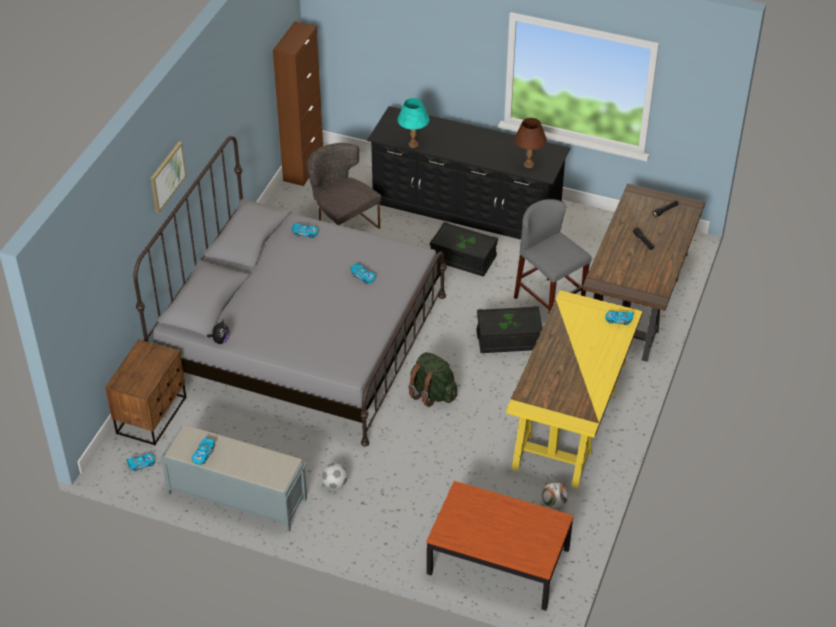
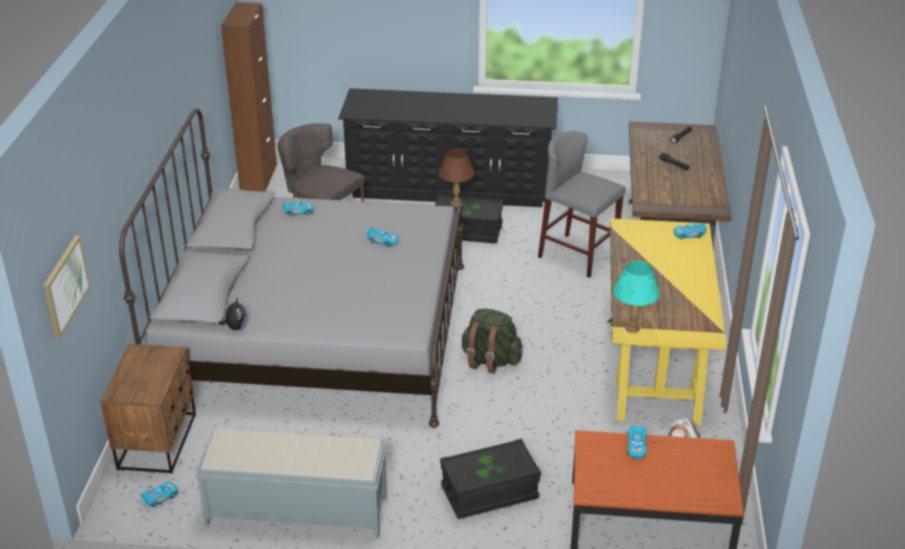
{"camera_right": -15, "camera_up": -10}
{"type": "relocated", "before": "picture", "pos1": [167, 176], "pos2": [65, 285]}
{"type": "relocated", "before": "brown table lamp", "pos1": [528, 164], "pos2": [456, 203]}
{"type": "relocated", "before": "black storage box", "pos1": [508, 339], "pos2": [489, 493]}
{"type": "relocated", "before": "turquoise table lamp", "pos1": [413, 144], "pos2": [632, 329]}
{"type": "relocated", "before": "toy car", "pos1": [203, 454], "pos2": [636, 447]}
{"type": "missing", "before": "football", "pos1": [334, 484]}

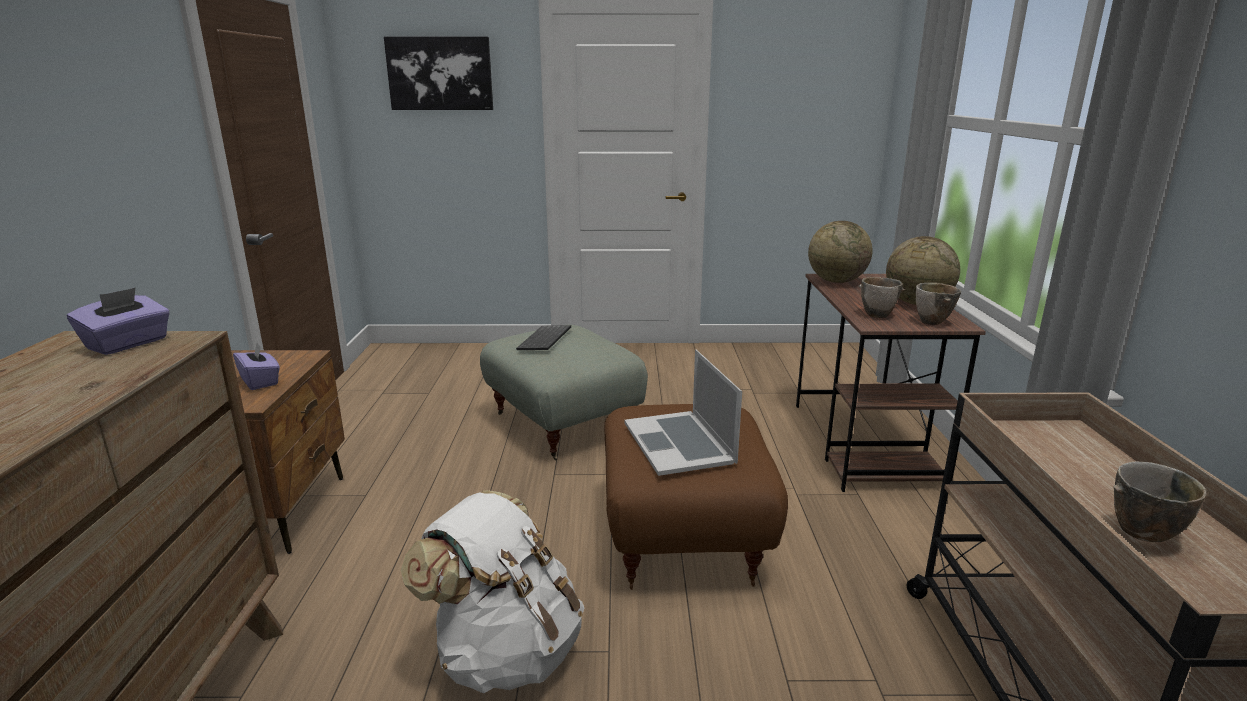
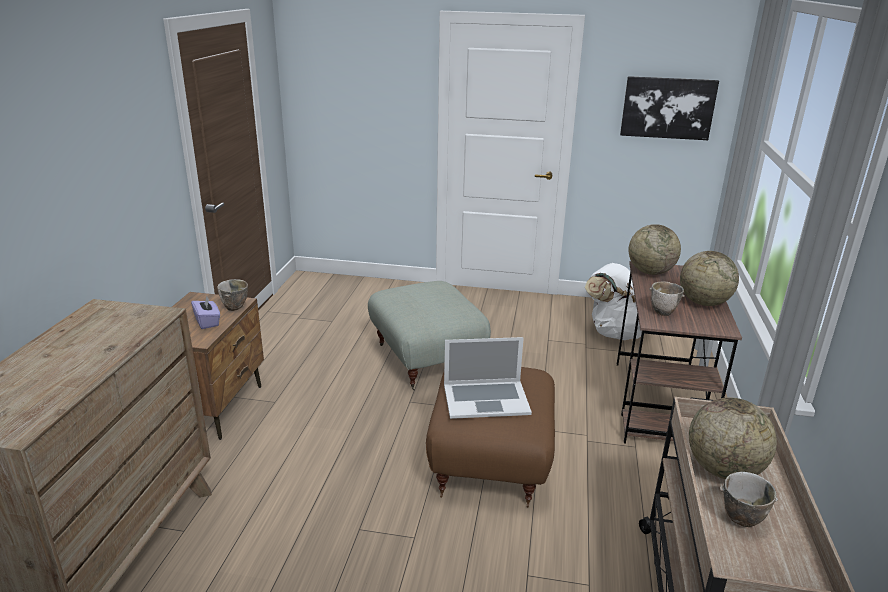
{"camera_right": 10, "camera_up": 5}
{"type": "relocated", "before": "bowl", "pos1": [932, 323], "pos2": [234, 308]}
{"type": "spun", "before": "laptop", "pos1": [679, 442], "pos2": [486, 399], "turn": -90}
{"type": "relocated", "before": "white backpack", "pos1": [505, 652], "pos2": [615, 332]}
{"type": "relocated", "before": "picture", "pos1": [440, 73], "pos2": [667, 108]}
{"type": "appeared", "after": "globe", "pos2": [723, 470]}
{"type": "missing", "before": "purple tissue box", "pos1": [128, 344]}
{"type": "missing", "before": "keyboard", "pos1": [546, 340]}

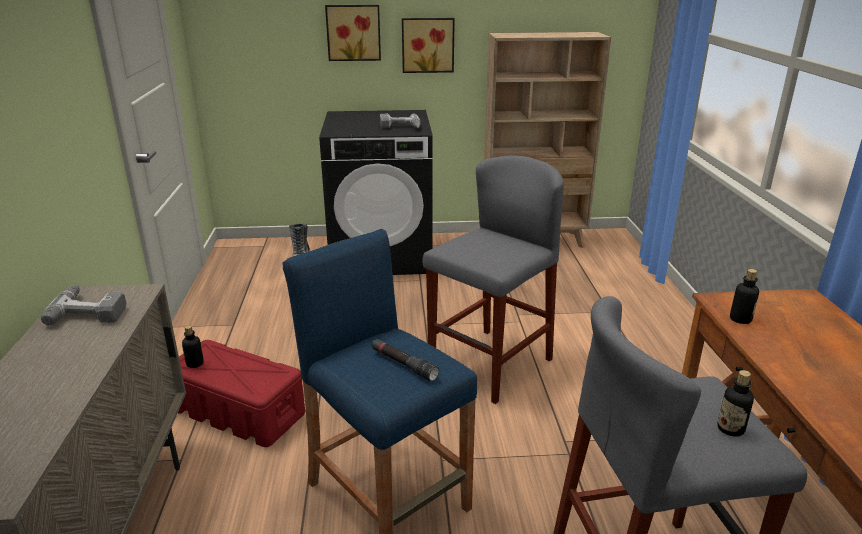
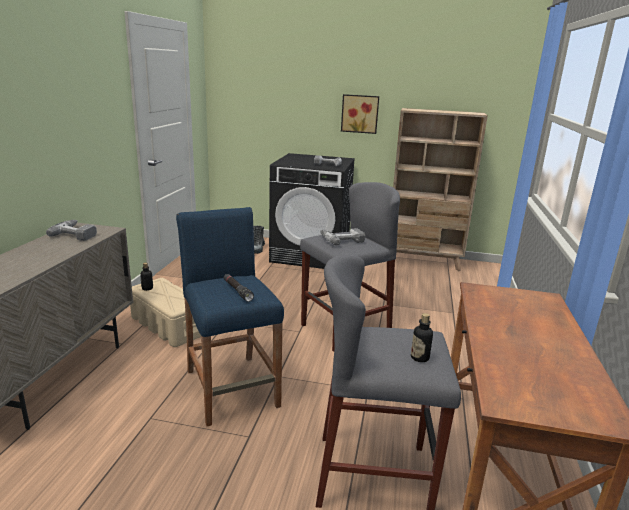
{"camera_right": 15, "camera_up": -5}
{"type": "colour", "before": "red storage box", "after": "beige storage box", "pos1": [237, 411], "pos2": [168, 325]}
{"type": "appeared", "after": "power drill", "pos2": [341, 239]}
{"type": "missing", "before": "picture", "pos1": [353, 32]}
{"type": "missing", "before": "bottle", "pos1": [740, 319]}

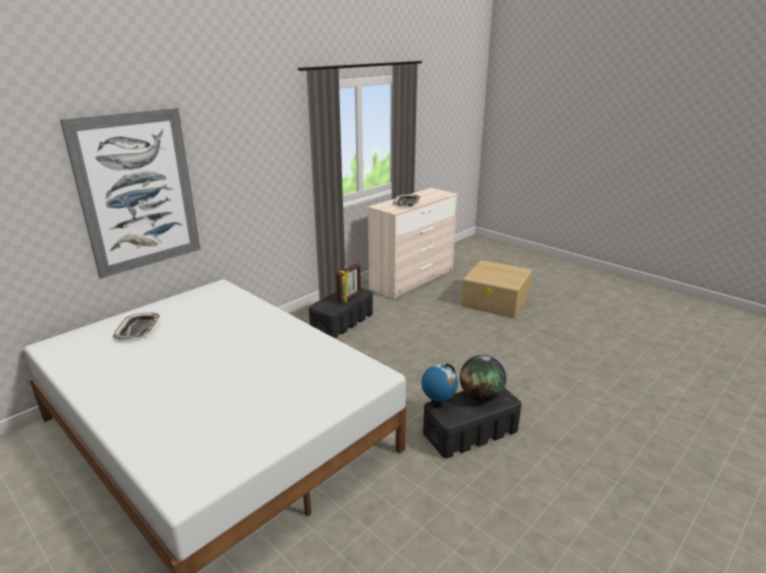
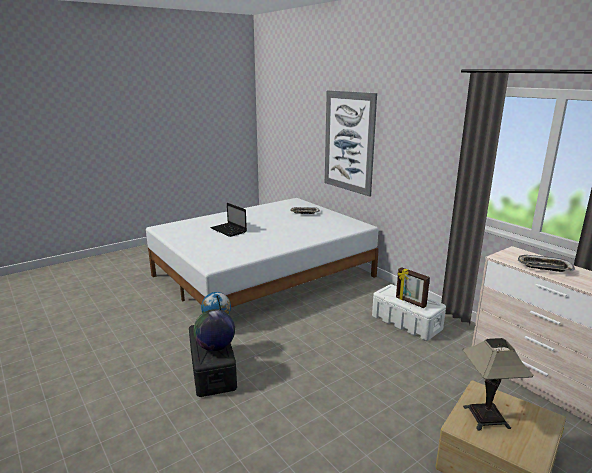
{"camera_right": 100, "camera_up": -5}
{"type": "appeared", "after": "laptop", "pos2": [229, 230]}
{"type": "colour", "before": "black storage box", "after": "white storage box", "pos1": [342, 322], "pos2": [406, 323]}
{"type": "appeared", "after": "table lamp", "pos2": [486, 417]}

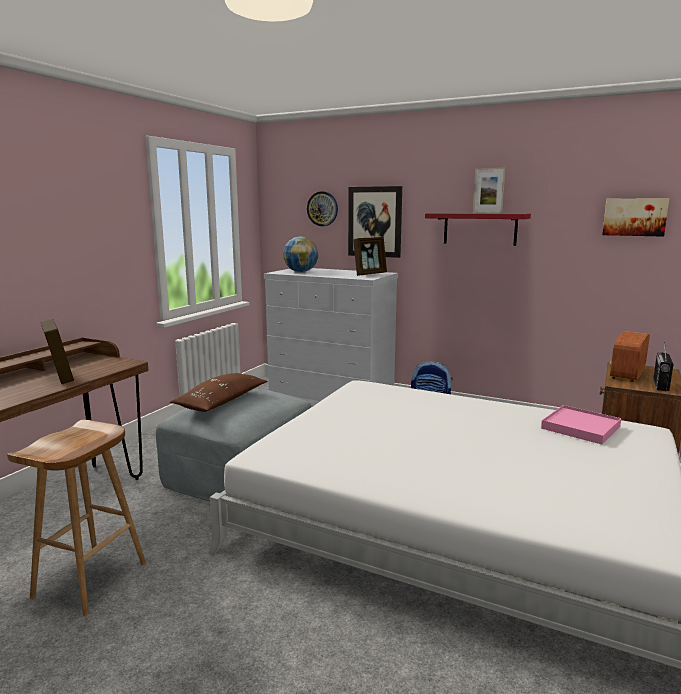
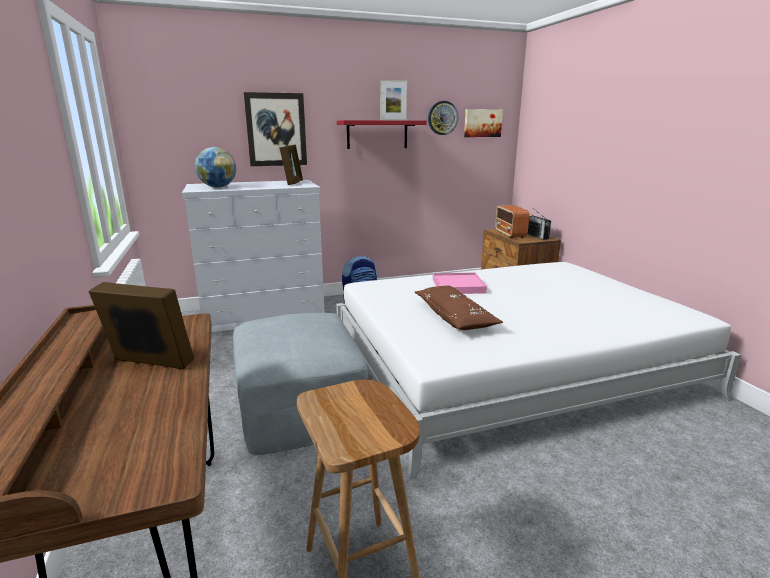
{"camera_right": -45, "camera_up": 5}
{"type": "relocated", "before": "brown pillow", "pos1": [221, 402], "pos2": [455, 317]}
{"type": "relocated", "before": "wall clock", "pos1": [322, 209], "pos2": [442, 118]}
{"type": "relocated", "before": "pink tray", "pos1": [580, 427], "pos2": [458, 286]}

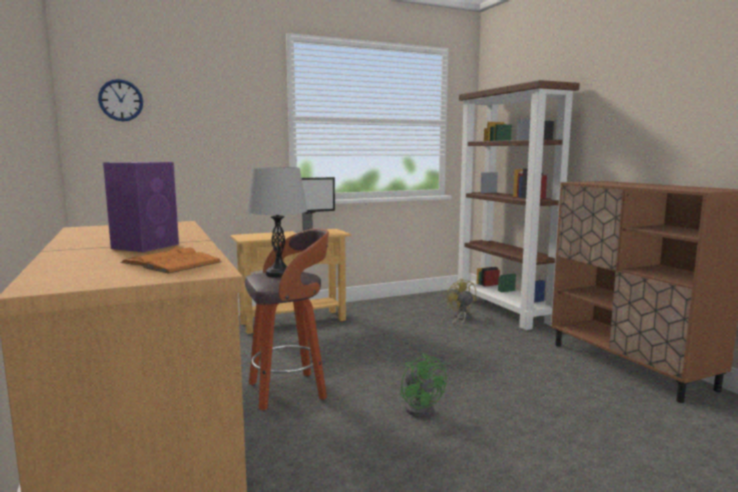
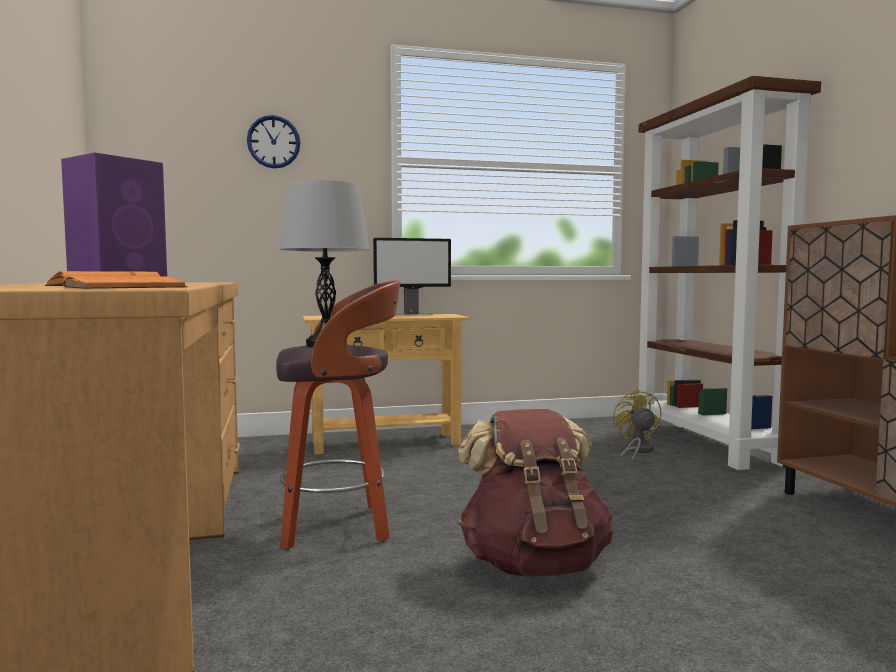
{"camera_right": 10, "camera_up": -5}
{"type": "relocated", "before": "wall clock", "pos1": [121, 100], "pos2": [273, 142]}
{"type": "exchanged", "before": "green fan", "after": "brown backpack", "pos1": [421, 407], "pos2": [533, 564]}

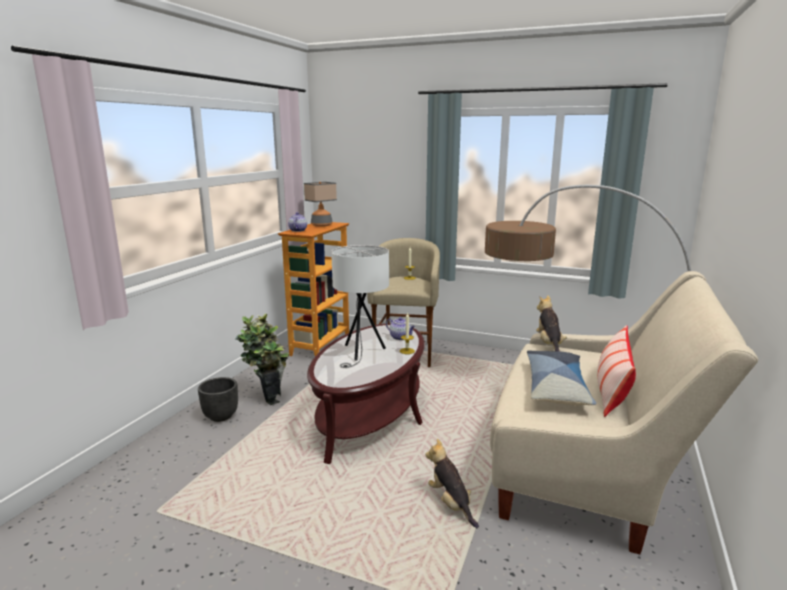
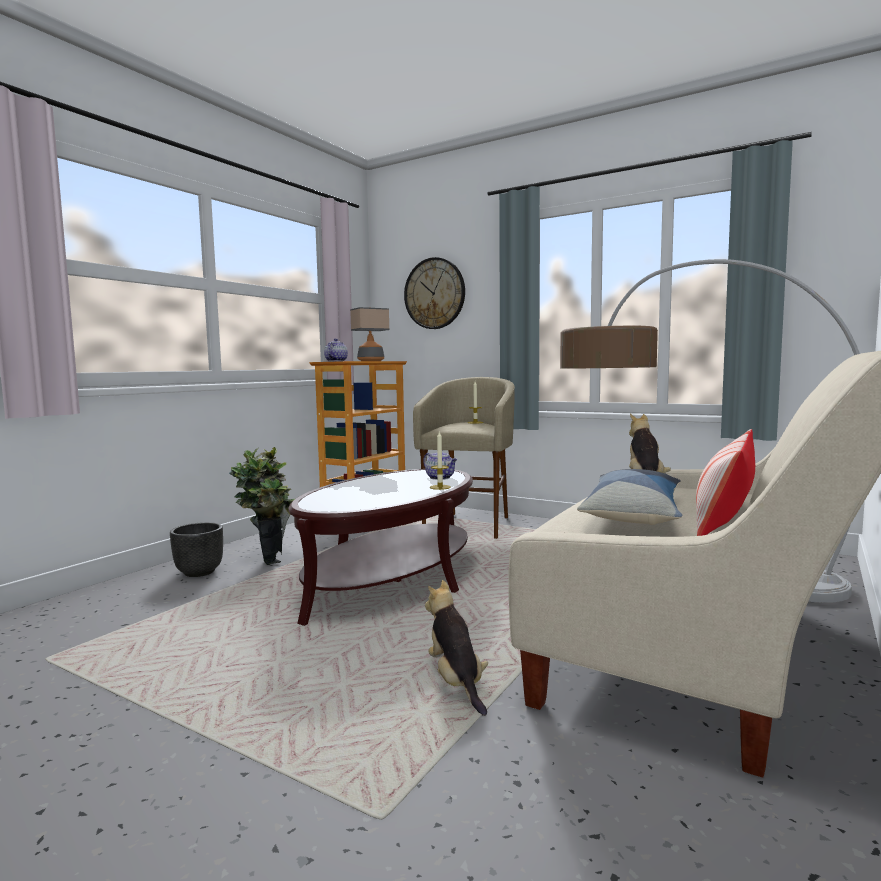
{"camera_right": 10, "camera_up": -10}
{"type": "appeared", "after": "wall clock", "pos2": [434, 293]}
{"type": "missing", "before": "white table lamp", "pos1": [360, 353]}

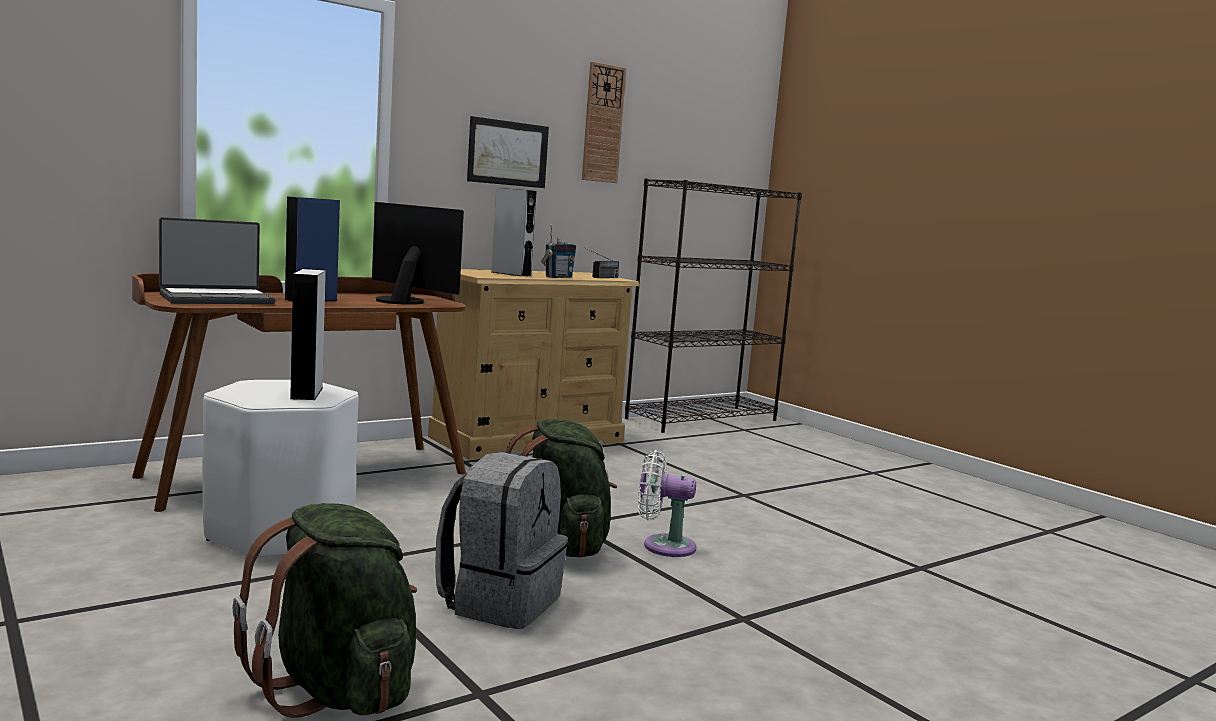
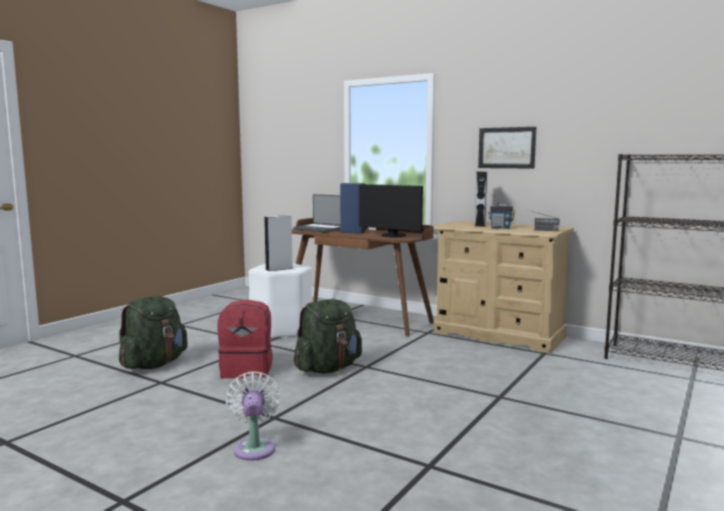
{"camera_right": 70, "camera_up": 0}
{"type": "colour", "before": "grey backpack", "after": "red backpack", "pos1": [500, 602], "pos2": [247, 370]}
{"type": "relocated", "before": "white fan", "pos1": [663, 546], "pos2": [254, 447]}
{"type": "spun", "before": "monitor", "pos1": [404, 301], "pos2": [392, 236], "turn": 105}
{"type": "missing", "before": "wall clock", "pos1": [603, 123]}

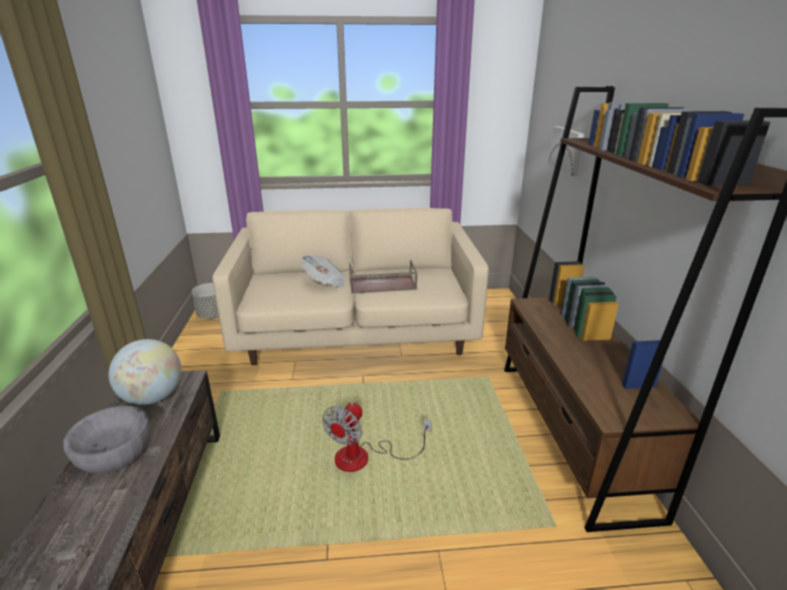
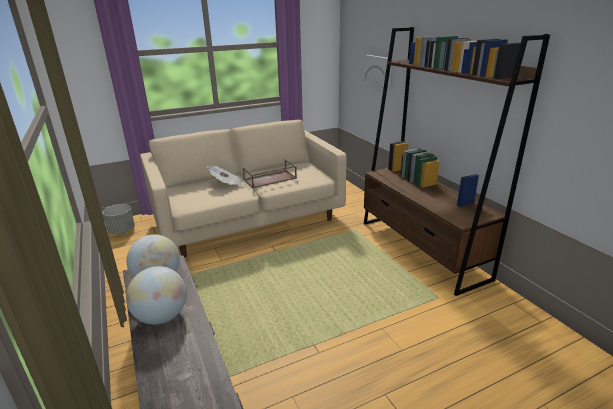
{"camera_right": -20, "camera_up": 0}
{"type": "exchanged", "before": "grey bowl", "after": "globe", "pos1": [114, 453], "pos2": [162, 317]}
{"type": "missing", "before": "fan", "pos1": [364, 457]}

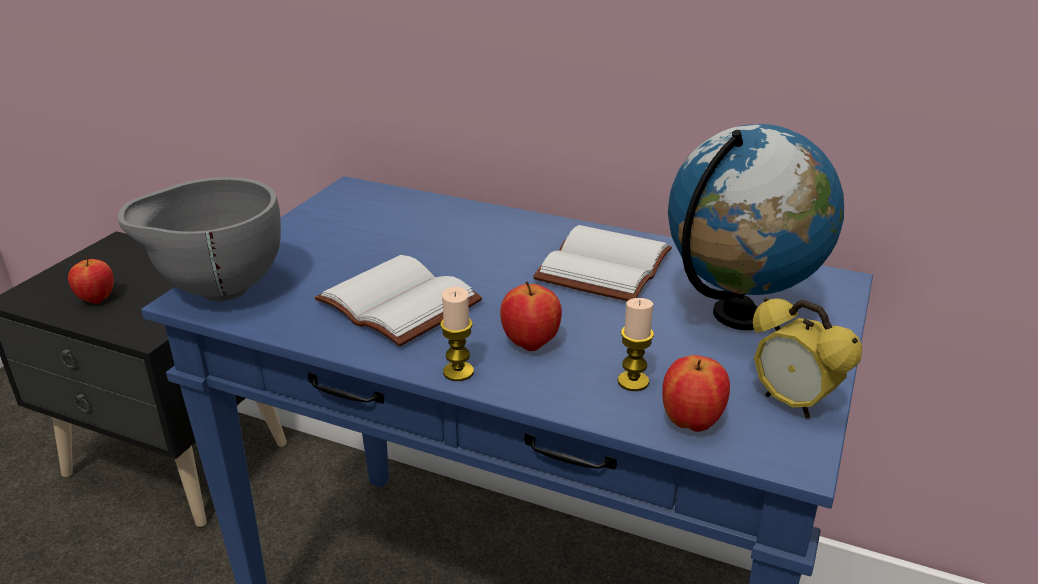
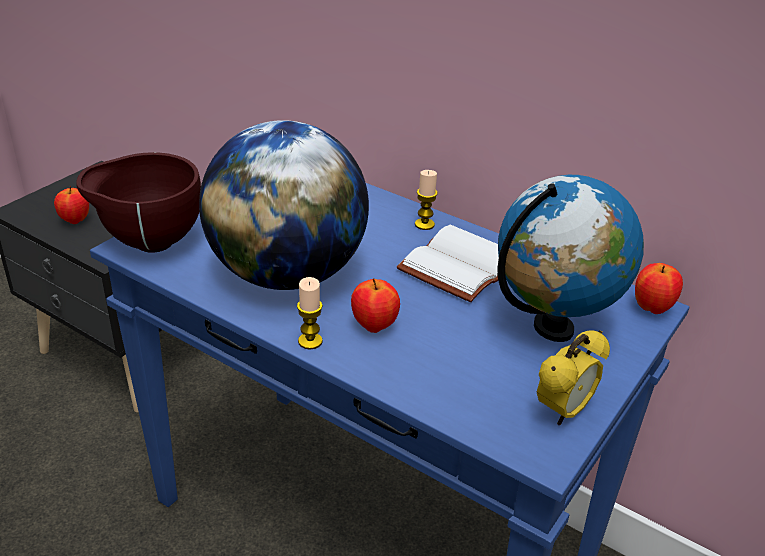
{"camera_right": 10, "camera_up": 5}
{"type": "colour", "before": "grey bowl", "after": "brown bowl", "pos1": [217, 292], "pos2": [148, 243]}
{"type": "exchanged", "before": "white book", "after": "globe", "pos1": [403, 302], "pos2": [287, 274]}
{"type": "relocated", "before": "candle", "pos1": [633, 382], "pos2": [424, 224]}
{"type": "spun", "before": "alarm clock", "pos1": [791, 403], "pos2": [563, 411], "turn": -105}
{"type": "relocated", "before": "apple", "pos1": [691, 422], "pos2": [652, 308]}

